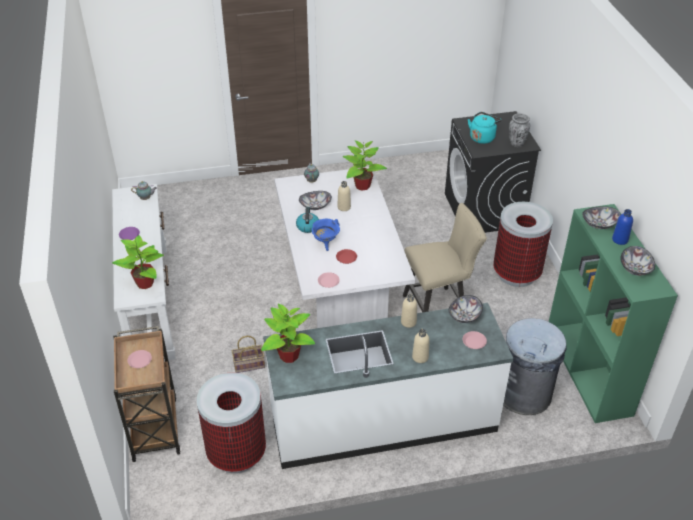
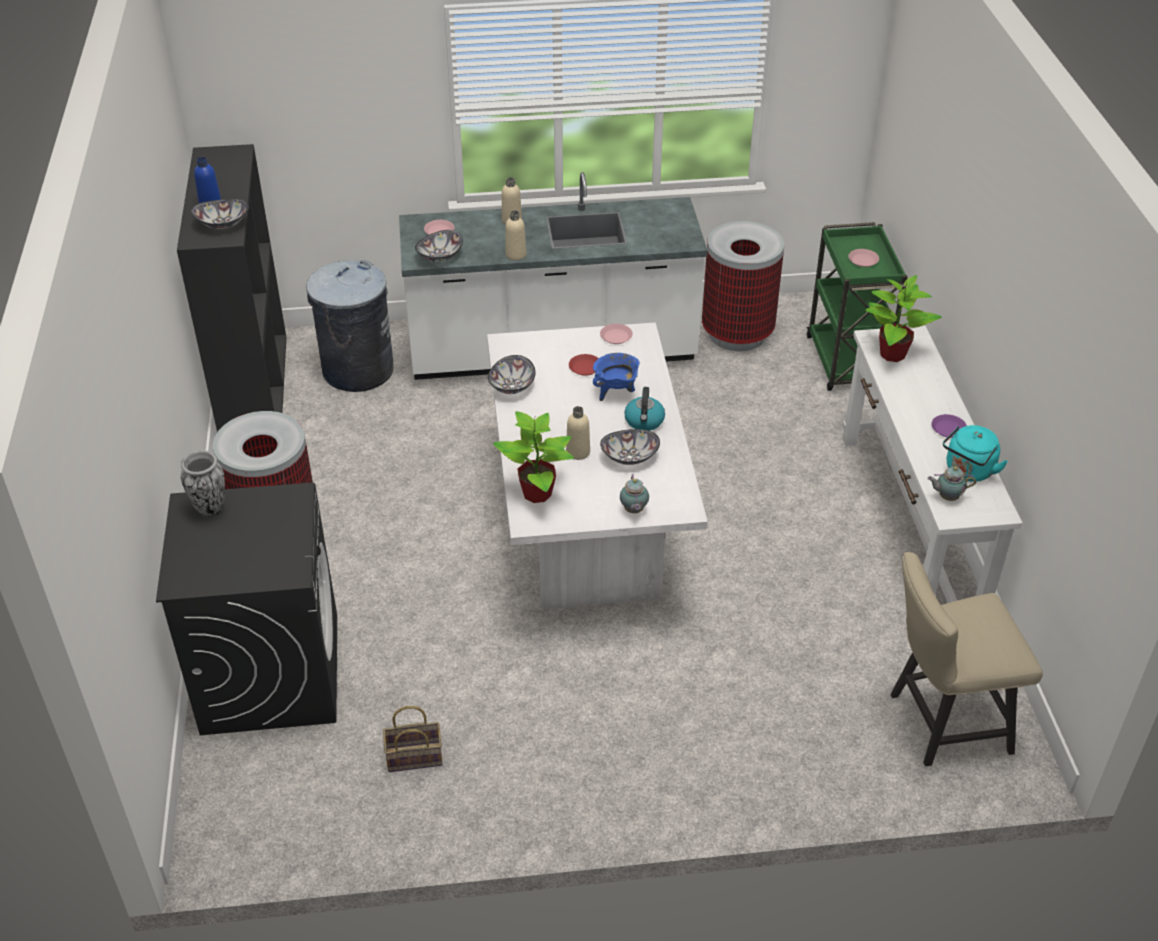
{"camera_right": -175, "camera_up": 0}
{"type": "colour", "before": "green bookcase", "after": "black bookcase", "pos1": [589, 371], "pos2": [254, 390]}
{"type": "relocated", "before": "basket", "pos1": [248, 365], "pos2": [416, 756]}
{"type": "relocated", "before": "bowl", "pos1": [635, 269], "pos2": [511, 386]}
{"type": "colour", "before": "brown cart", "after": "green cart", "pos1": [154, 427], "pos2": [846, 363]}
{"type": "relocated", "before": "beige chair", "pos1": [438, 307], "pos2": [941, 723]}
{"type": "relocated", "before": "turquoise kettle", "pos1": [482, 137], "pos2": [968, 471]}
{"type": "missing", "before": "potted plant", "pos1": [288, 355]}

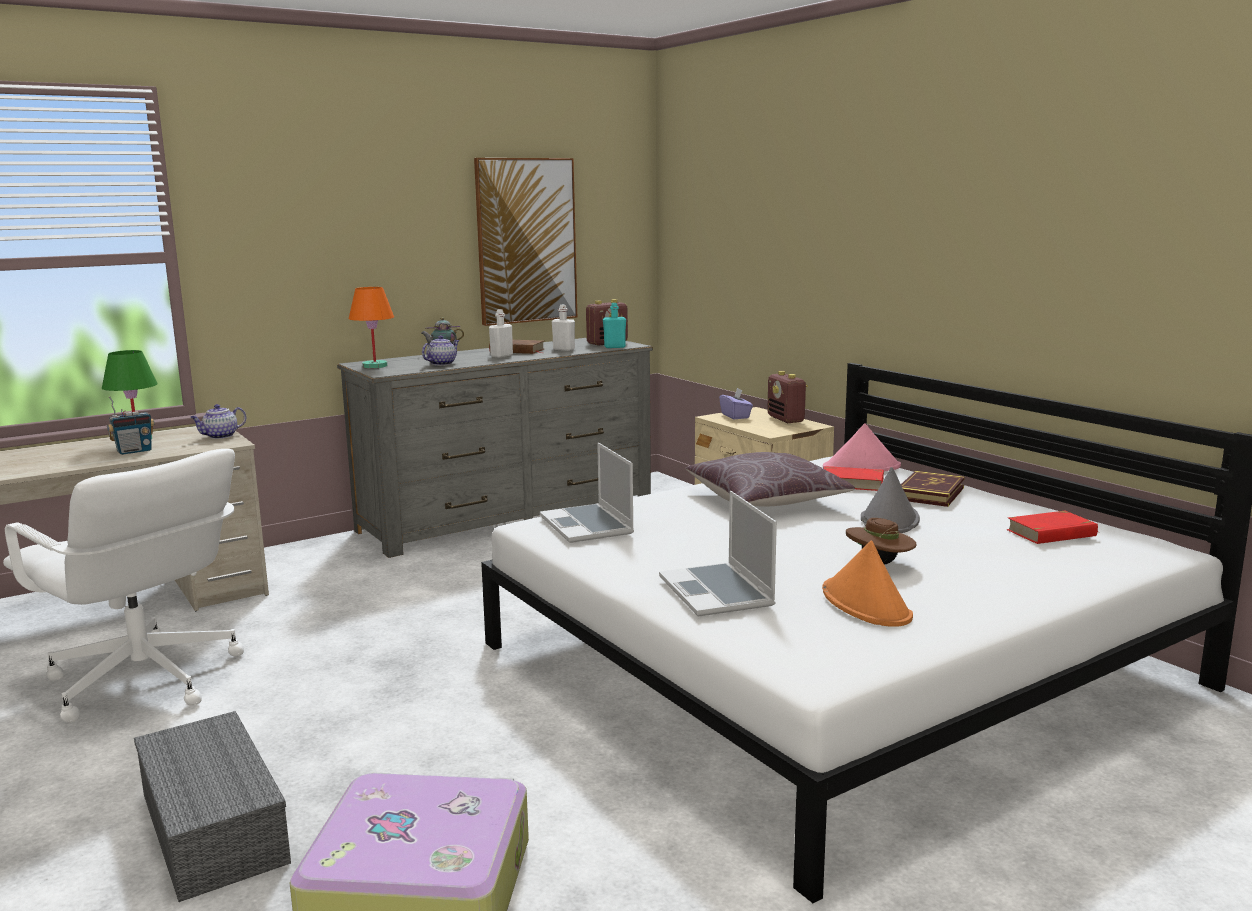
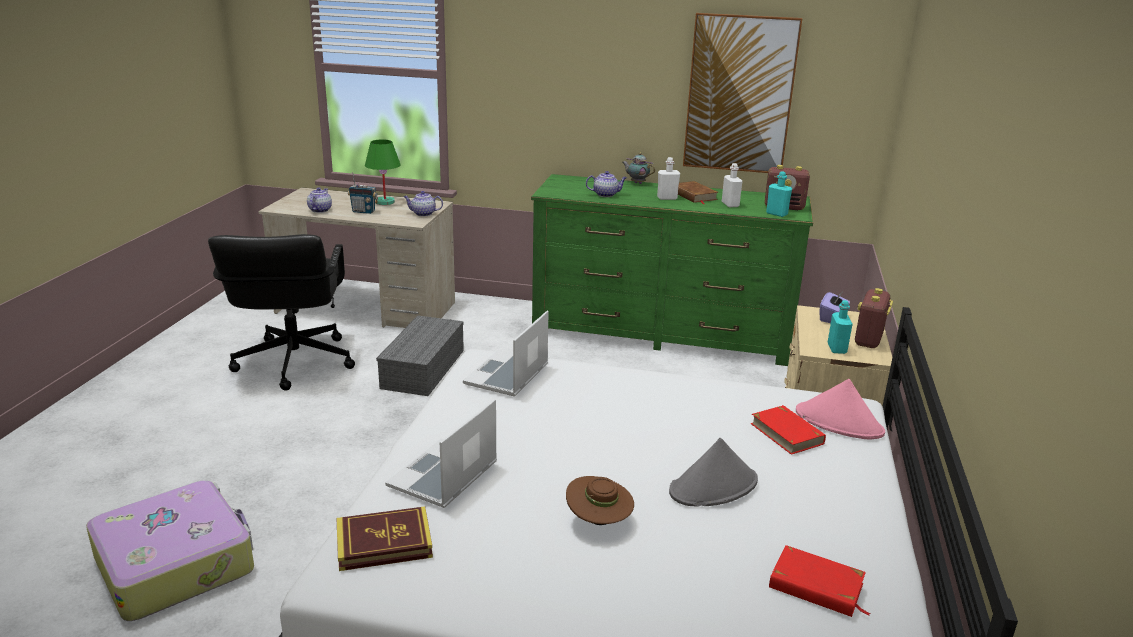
{"camera_right": 45, "camera_up": 10}
{"type": "colour", "before": "white office chair", "after": "black office chair", "pos1": [144, 681], "pos2": [293, 363]}
{"type": "appeared", "after": "teapot", "pos2": [320, 210]}
{"type": "relocated", "before": "book", "pos1": [930, 493], "pos2": [384, 543]}
{"type": "relocated", "before": "grey storage box", "pos1": [216, 828], "pos2": [423, 369]}
{"type": "colour", "before": "grey dresser", "after": "green dresser", "pos1": [508, 516], "pos2": [661, 333]}
{"type": "appeared", "after": "turquoise bottle", "pos2": [837, 348]}
{"type": "missing", "before": "orange table lamp", "pos1": [374, 366]}
{"type": "missing", "before": "brown pillow", "pos1": [766, 500]}
{"type": "missing", "before": "orange hat", "pos1": [866, 604]}

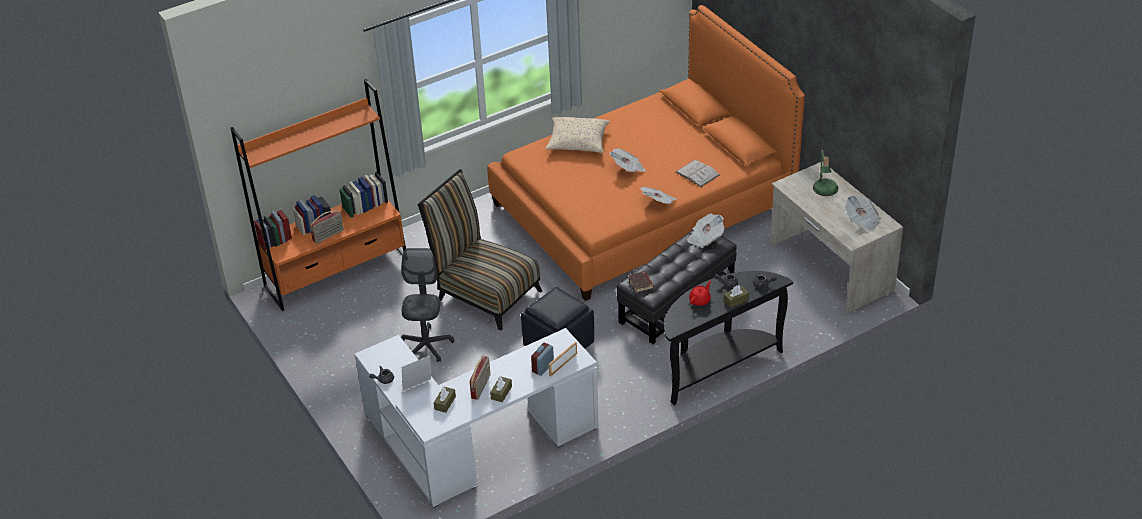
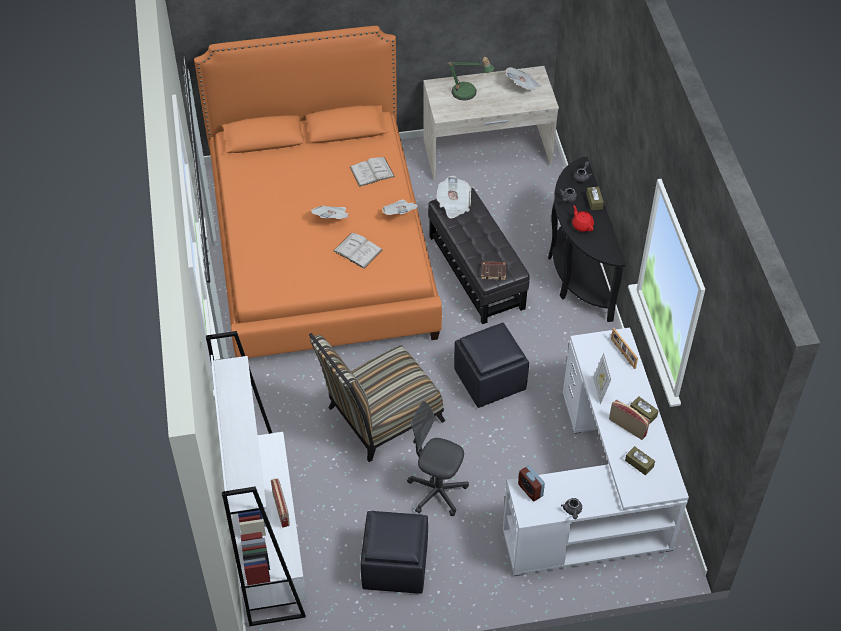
{"camera_right": -70, "camera_up": 10}
{"type": "colour", "before": "orange bookcase", "after": "white bookcase", "pos1": [337, 272], "pos2": [268, 544]}
{"type": "appeared", "after": "white book", "pos2": [357, 250]}
{"type": "appeared", "after": "black ottoman", "pos2": [395, 566]}
{"type": "relocated", "before": "alarm clock", "pos1": [543, 367], "pos2": [530, 490]}
{"type": "relocated", "before": "picture frame", "pos1": [418, 386], "pos2": [600, 390]}
{"type": "missing", "before": "beige pillow", "pos1": [577, 142]}

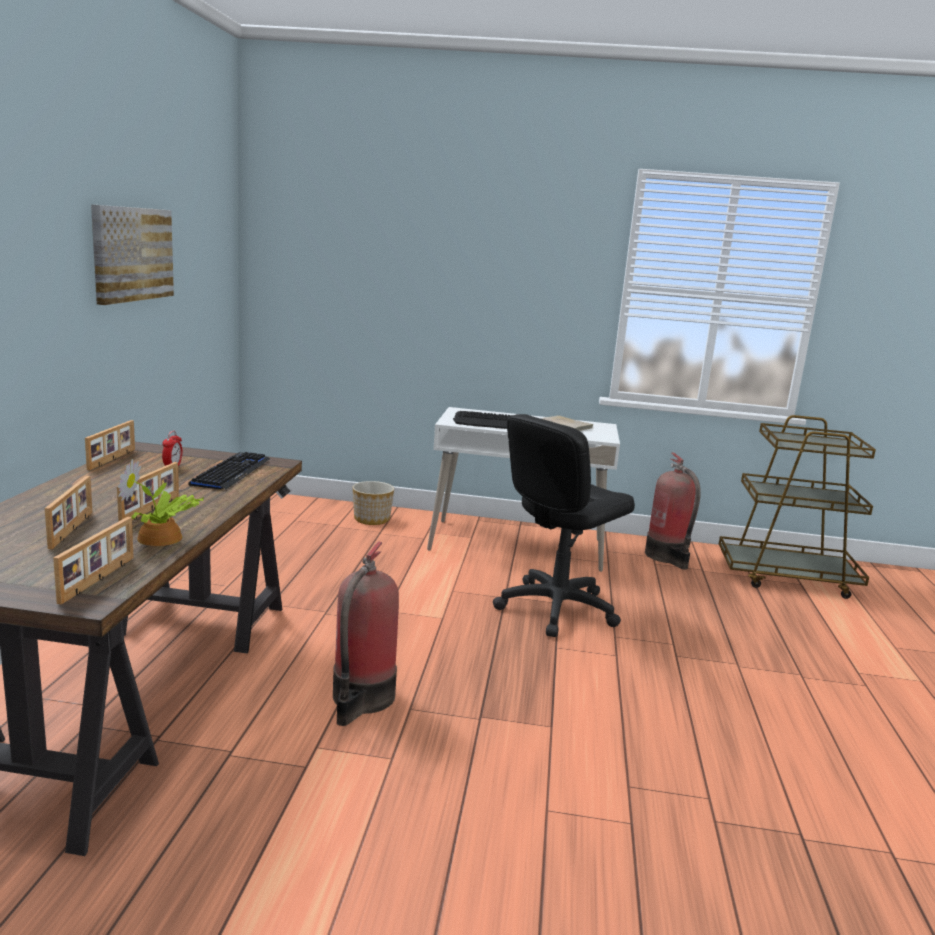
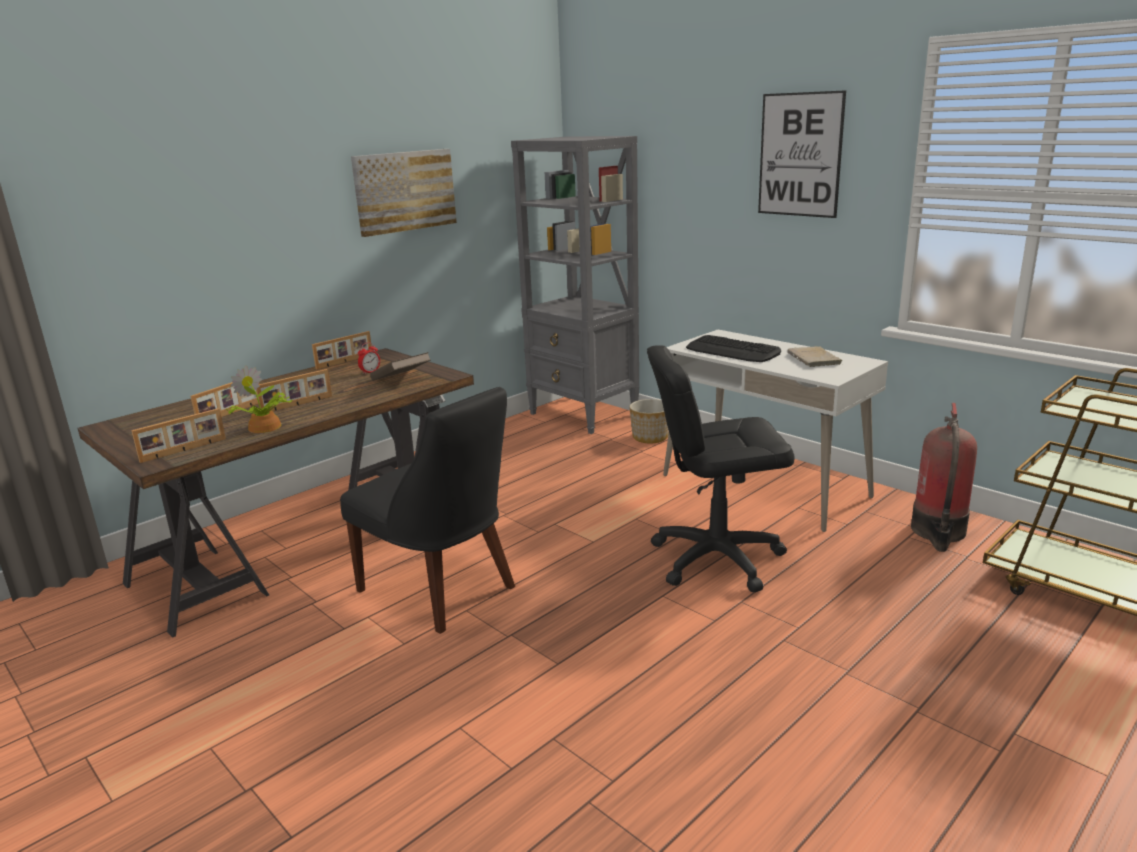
{"camera_right": 40, "camera_up": 5}
{"type": "exchanged", "before": "fire extinguisher", "after": "black chair", "pos1": [361, 699], "pos2": [441, 591]}
{"type": "exchanged", "before": "keyboard", "after": "brown book", "pos1": [231, 472], "pos2": [401, 380]}
{"type": "appeared", "after": "grey bookcase", "pos2": [584, 414]}
{"type": "appeared", "after": "picture", "pos2": [800, 155]}

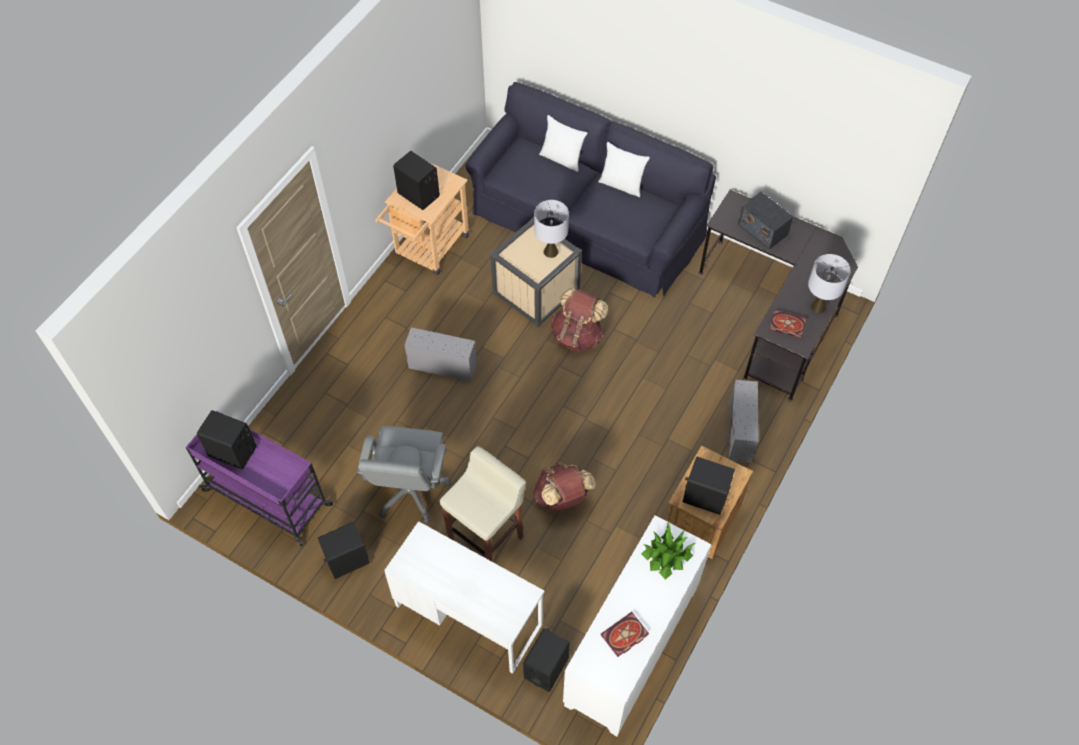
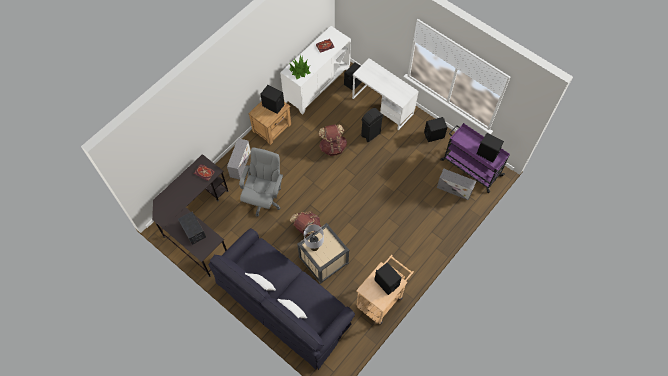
{"camera_right": -170, "camera_up": 5}
{"type": "relocated", "before": "grey office chair", "pos1": [410, 491], "pos2": [264, 198]}
{"type": "exchanged", "before": "beige stool", "after": "black trash can", "pos1": [487, 538], "pos2": [370, 134]}
{"type": "relocated", "before": "grey storage box", "pos1": [441, 366], "pos2": [454, 189]}
{"type": "missing", "before": "grey table lamp", "pos1": [818, 306]}

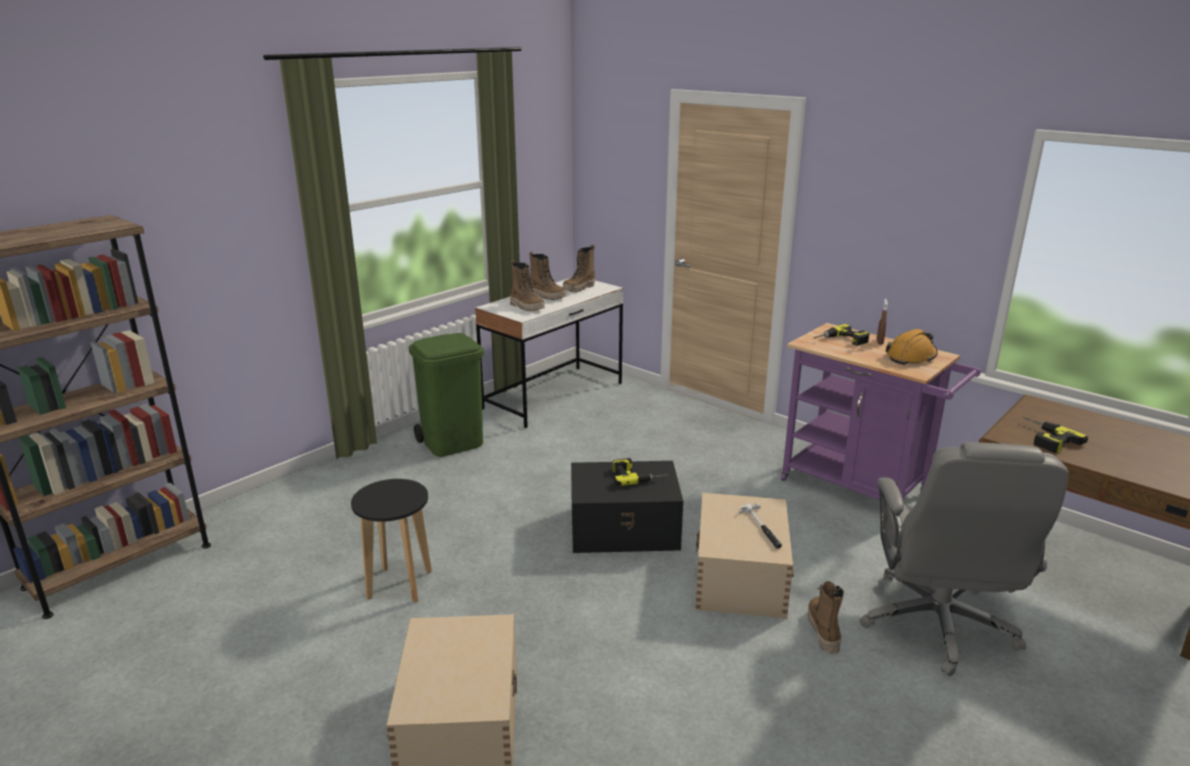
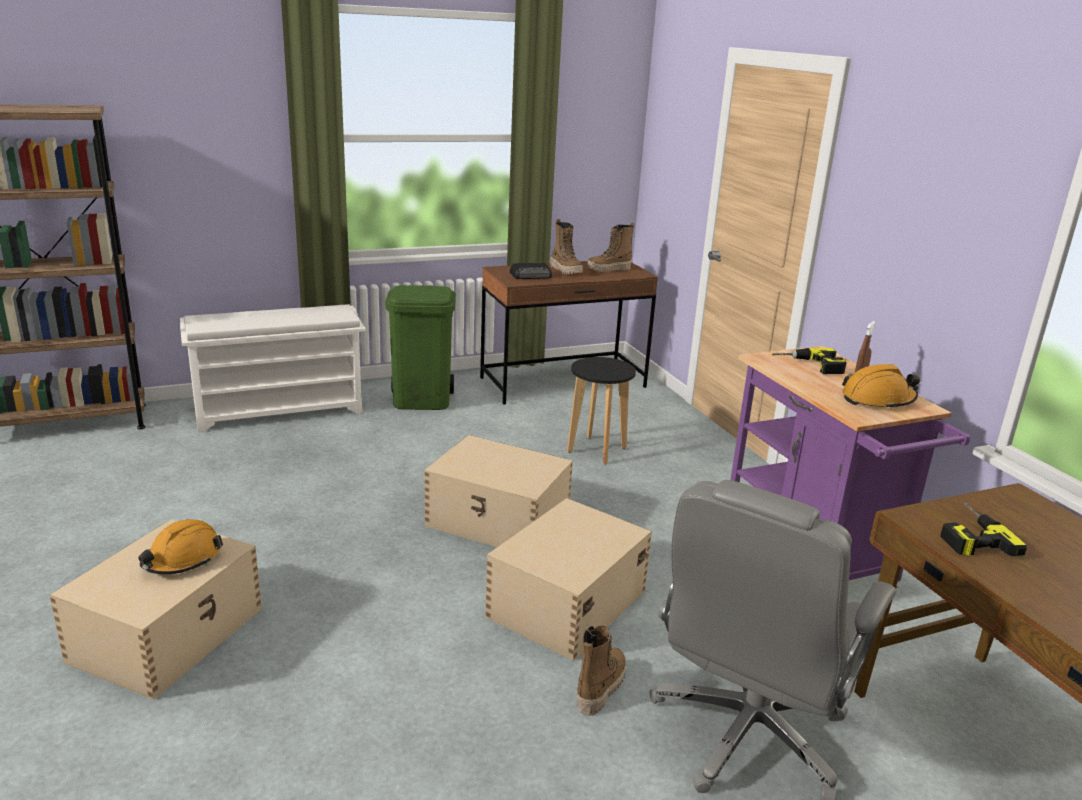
{"camera_right": 25, "camera_up": 0}
{"type": "appeared", "after": "orange hard hat", "pos2": [182, 559]}
{"type": "appeared", "after": "white shoe rack", "pos2": [281, 410]}
{"type": "colour", "before": "black storage box", "after": "beige storage box", "pos1": [625, 529], "pos2": [499, 520]}
{"type": "colour", "before": "white desk", "after": "brown desk", "pos1": [554, 396], "pos2": [563, 383]}
{"type": "exchanged", "before": "boot", "after": "radio", "pos1": [527, 307], "pos2": [532, 275]}
{"type": "relocated", "before": "black stool", "pos1": [399, 585], "pos2": [596, 450]}
{"type": "missing", "before": "power drill", "pos1": [637, 475]}
{"type": "missing", "before": "hammer", "pos1": [761, 528]}

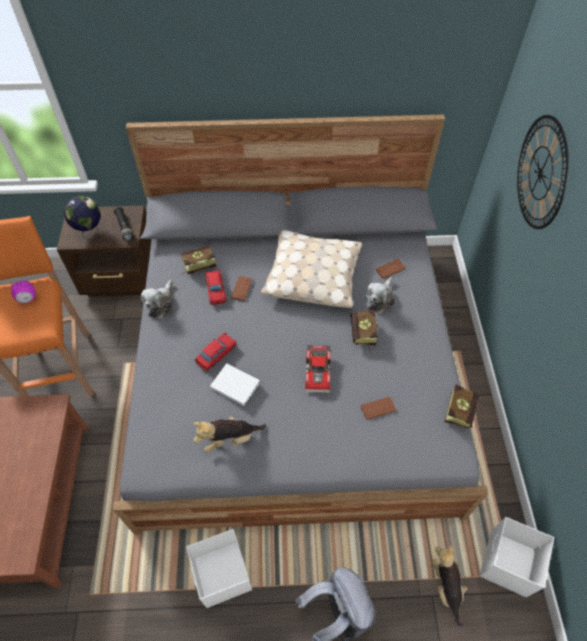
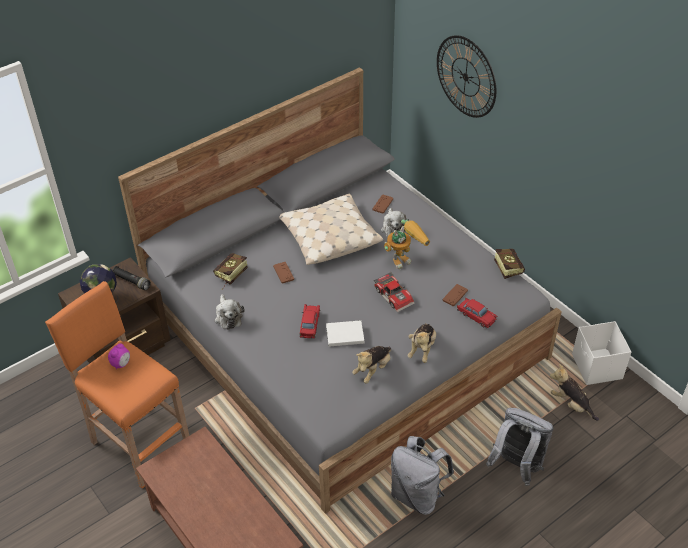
{"camera_right": -35, "camera_up": -10}
{"type": "exchanged", "before": "book", "after": "toy robot", "pos1": [363, 337], "pos2": [404, 258]}
{"type": "exchanged", "before": "white storage box", "after": "grey backpack", "pos1": [222, 575], "pos2": [417, 495]}
{"type": "appeared", "after": "plush toy", "pos2": [422, 349]}
{"type": "relocated", "before": "red toy car", "pos1": [216, 290], "pos2": [476, 316]}

